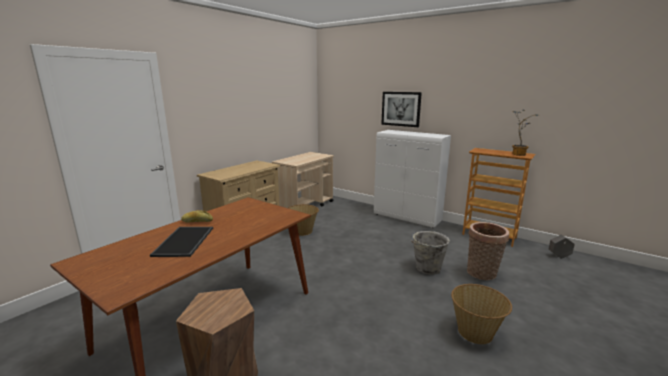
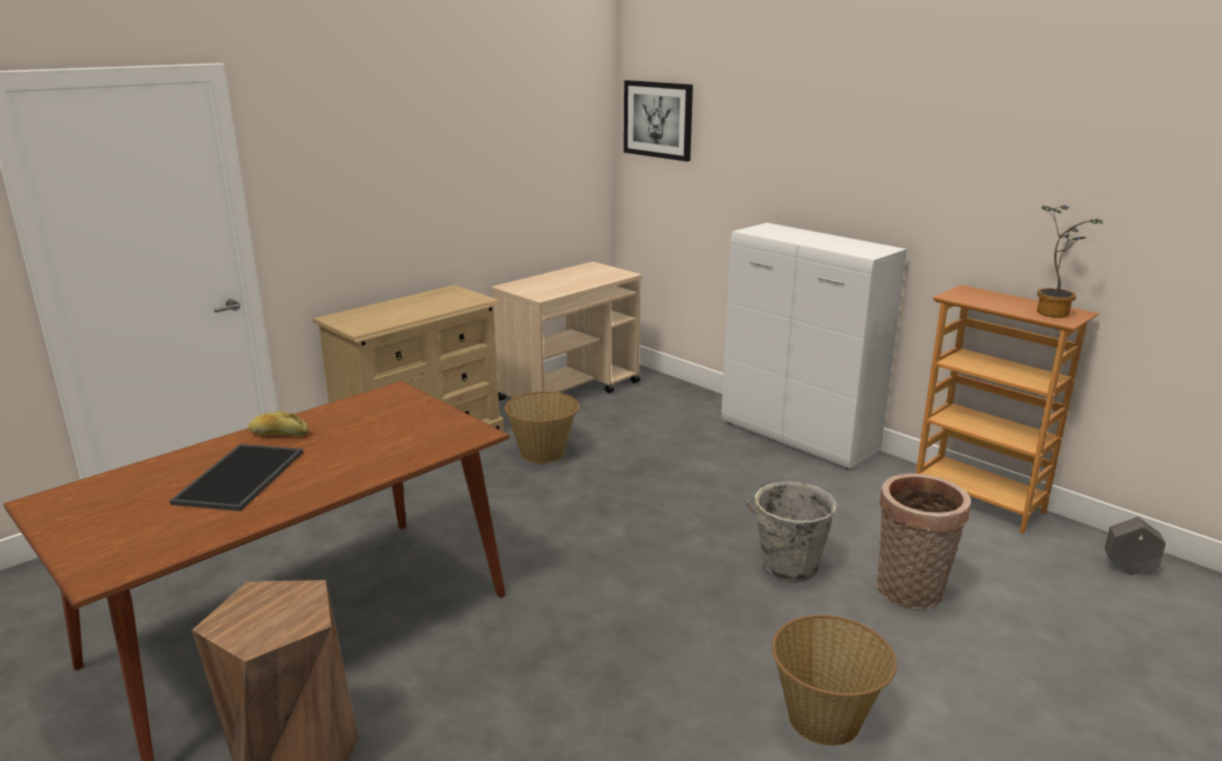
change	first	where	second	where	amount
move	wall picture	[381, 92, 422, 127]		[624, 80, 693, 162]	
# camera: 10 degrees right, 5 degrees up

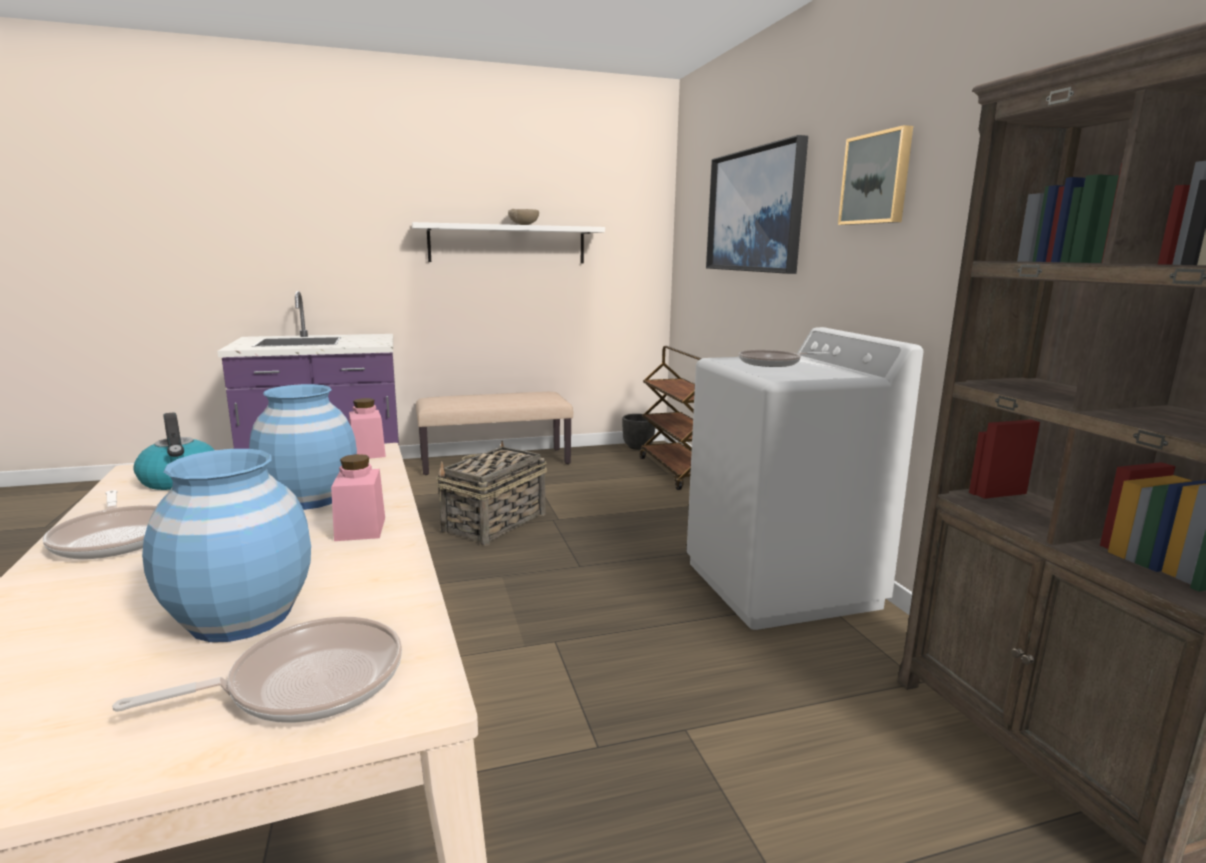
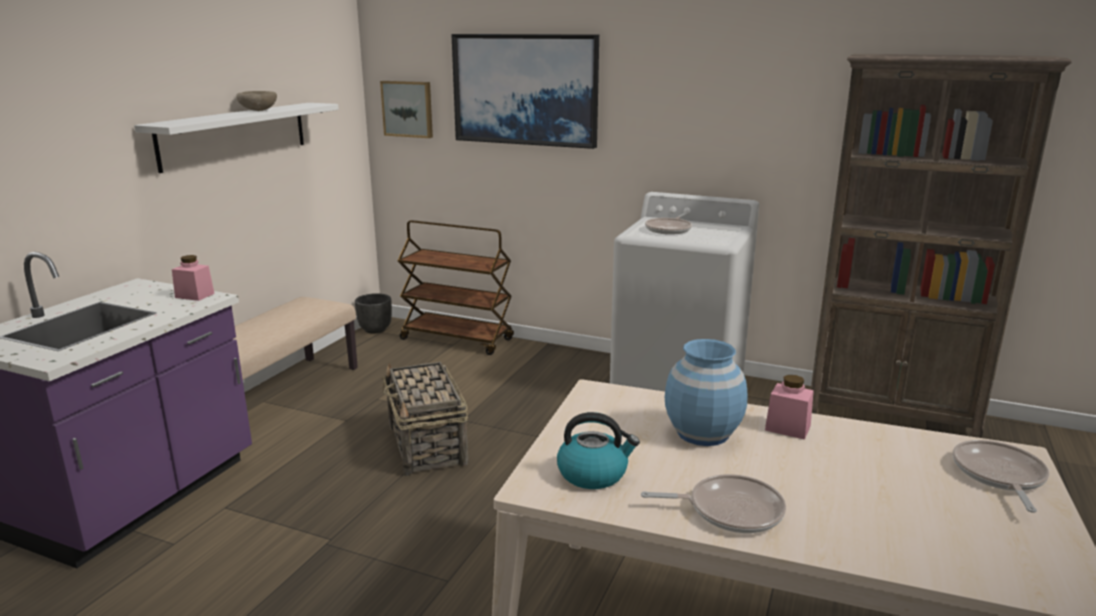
change	first	where	second	where	amount
delete	blue-coloured decorative vase	[142, 449, 311, 642]			
move	pink-coloured jar	[349, 398, 386, 459]		[172, 255, 215, 301]	
move	wall picture	[838, 125, 913, 225]		[380, 81, 433, 138]	
# camera: 50 degrees left, 5 degrees up

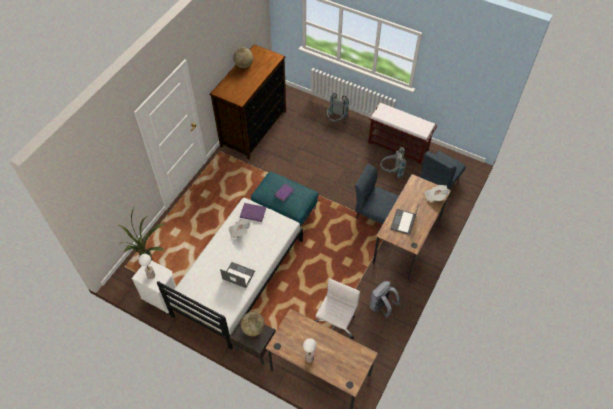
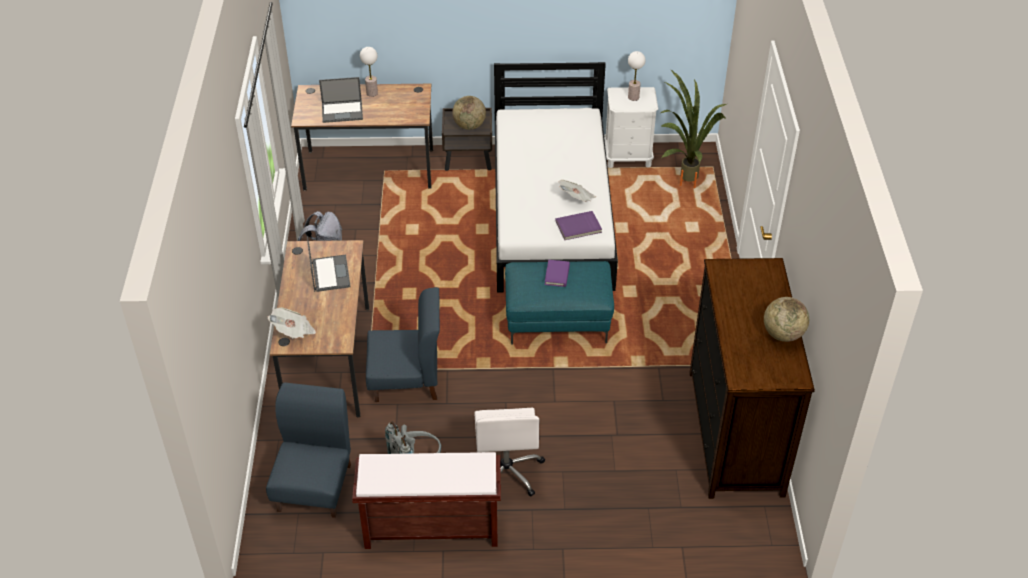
change	first	where	second	where	amount
move	portable computer	[220, 262, 255, 288]		[319, 77, 363, 123]	
move	white computer chair	[314, 278, 360, 339]		[474, 408, 545, 496]	
delete	grey backpack	[327, 93, 349, 122]			
# camera: 150 degrees right, 10 degrees down

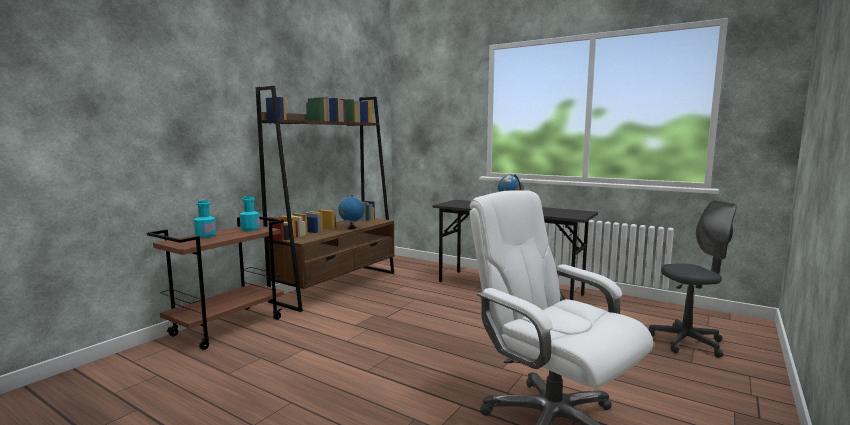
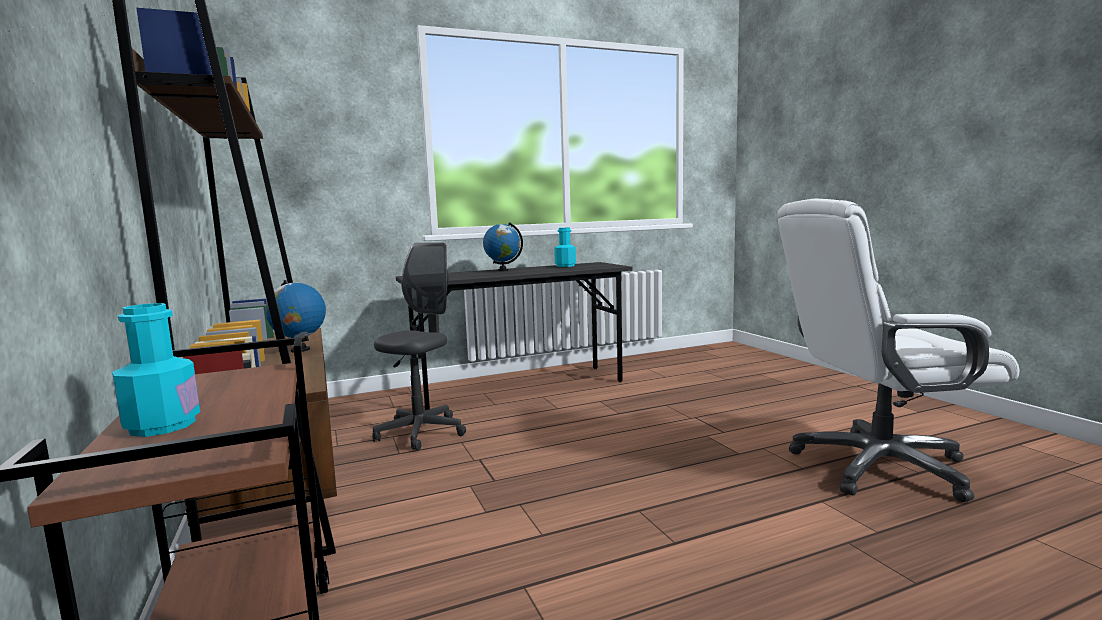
change	first	where	second	where	amount
move	turquoise-coloured beverage bottle	[240, 196, 260, 231]		[554, 228, 576, 267]	
move	grey computer chair	[649, 200, 737, 358]		[372, 243, 466, 450]	
# camera: 55 degrees left, 0 degrees up

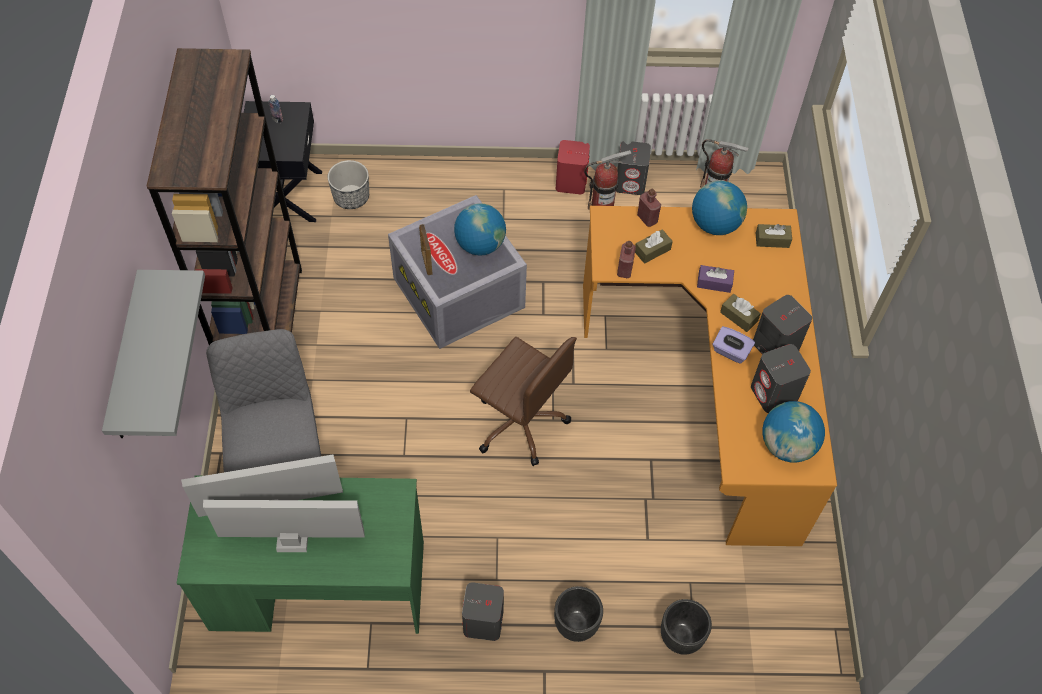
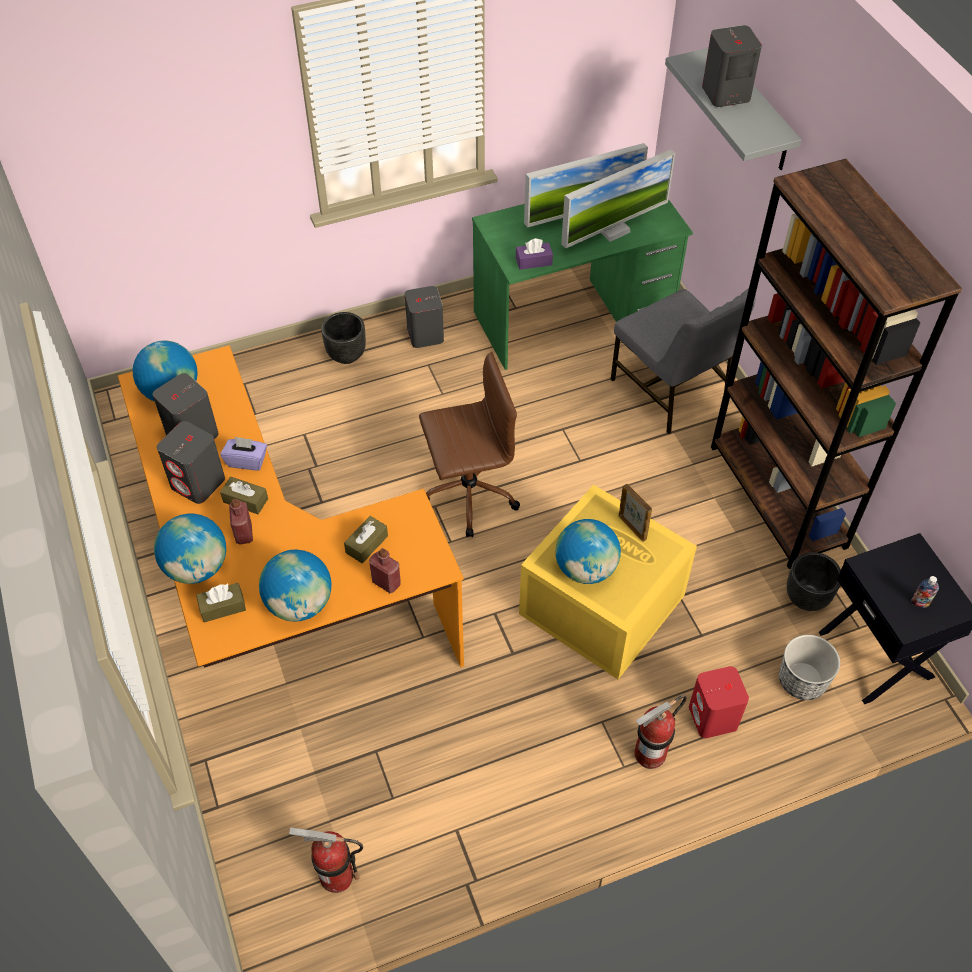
change	first	where	second	where	amount
recolor	grey storage container	[388, 195, 527, 349]	yellow storage container	[519, 485, 697, 679]	
rotate	brownish computer chair	[470, 337, 577, 466]		[419, 352, 520, 537]	150 degrees clockwise
move	reddish audio speaker	[556, 140, 590, 194]		[689, 666, 749, 738]	
move	extinguisher	[584, 150, 631, 210]		[634, 695, 687, 769]	
move	grey audio speaker	[616, 141, 651, 195]		[702, 25, 762, 107]	
move	reddish beverage bottle	[617, 241, 636, 278]		[229, 499, 253, 544]	
move	blackish planter	[661, 599, 712, 655]		[787, 552, 841, 611]	
move	purple-coloured tissue box	[697, 265, 734, 293]		[516, 238, 553, 270]	
insert			world globe	[154, 513, 226, 584]	
# camera: 160 degrees right, 5 degrees down

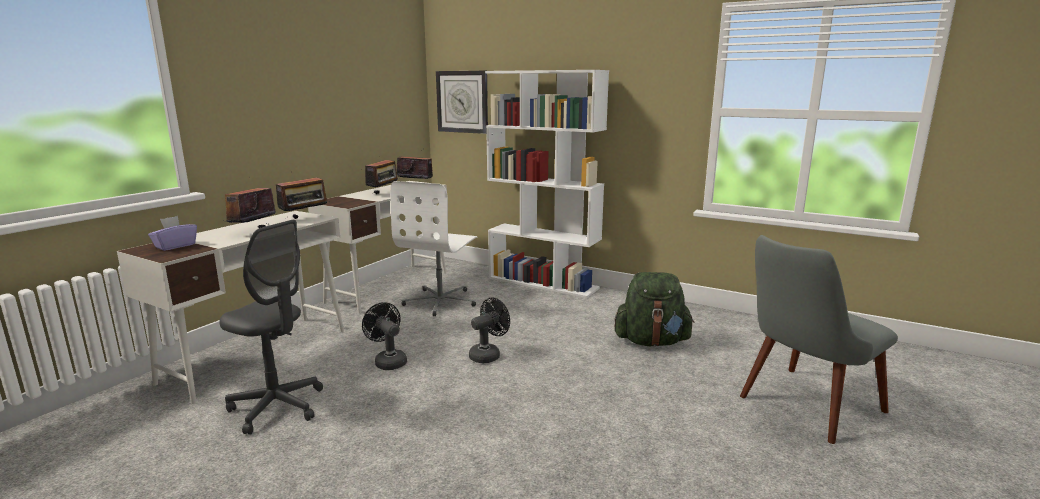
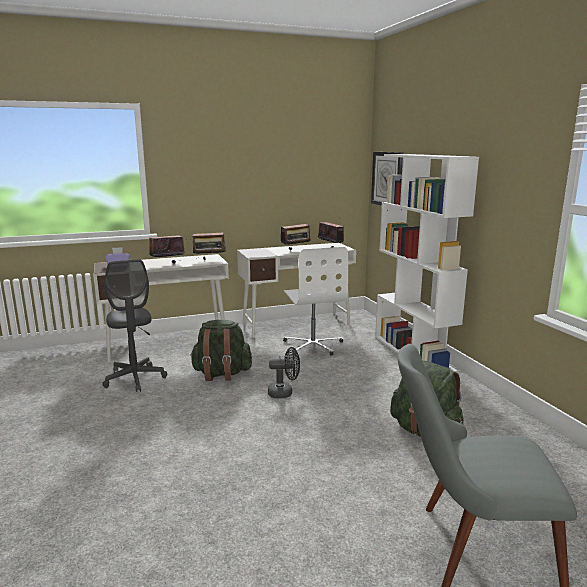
change	first	where	second	where	amount
replace	blackish electric fan	[362, 302, 407, 370]	green backpack	[190, 320, 252, 381]	
rotate	white computer chair	[390, 181, 477, 316]		[283, 247, 348, 356]	75 degrees counterclockwise
# camera: 40 degrees right, 0 degrees up

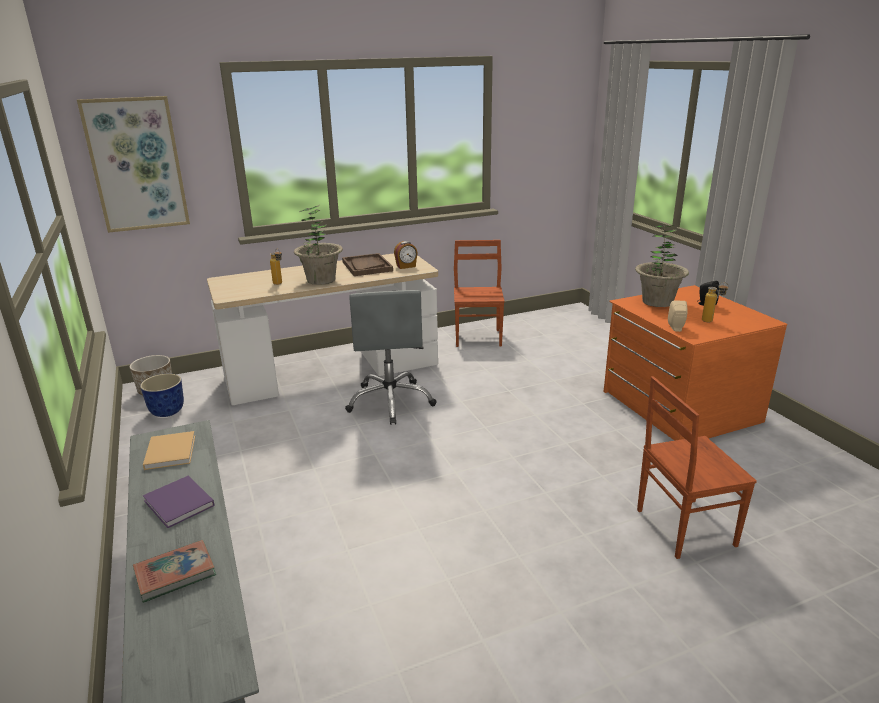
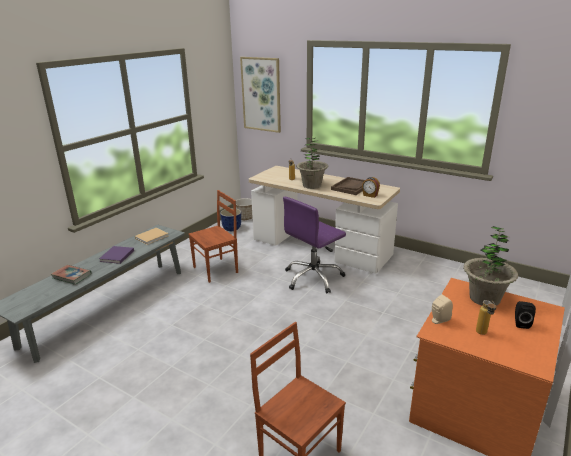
change	first	where	second	where	amount
recolor	grey computer chair	[345, 290, 437, 425]	purple-coloured computer chair	[283, 197, 346, 293]	
move	brownish chair	[454, 240, 505, 347]		[188, 190, 238, 283]	
# camera: 55 degrees right, 0 degrees up

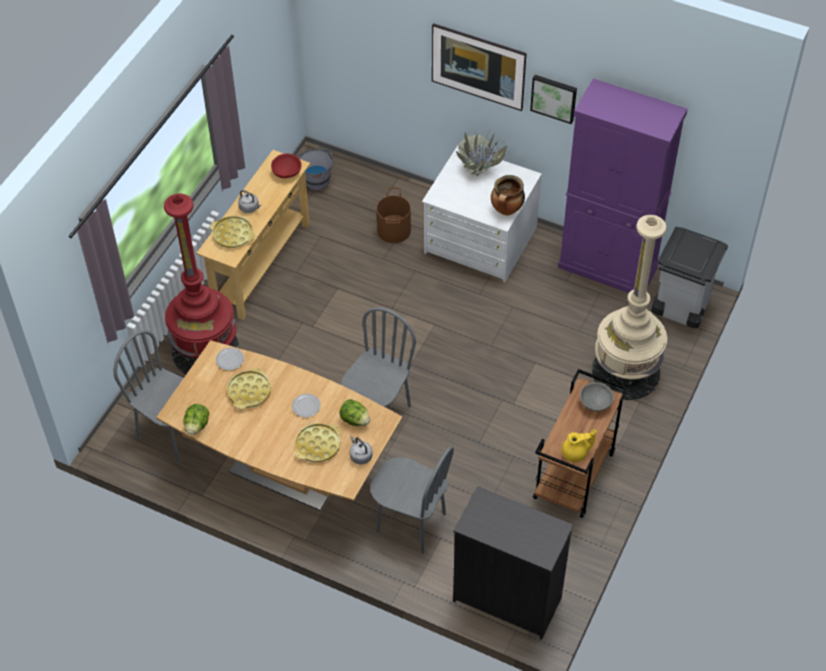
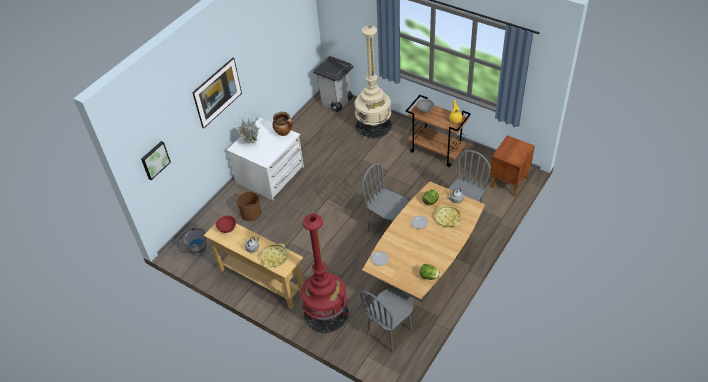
change	first	where	second	where	amount
delete	yellow serving tray	[227, 368, 271, 410]			
replace	blackish dresser	[453, 486, 574, 640]	brownish bedside table	[490, 135, 535, 197]	
move	wall picture	[530, 75, 577, 124]		[141, 141, 171, 180]	
delete	purple-coloured storage cabinet	[558, 79, 687, 293]			
# camera: 80 degrees left, 5 degrees down

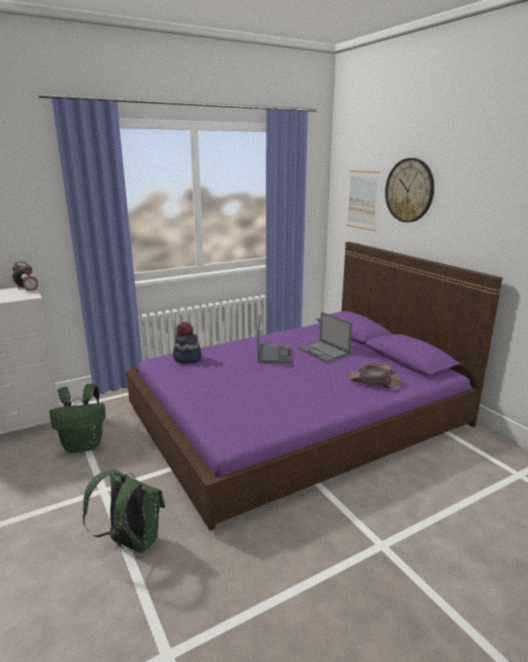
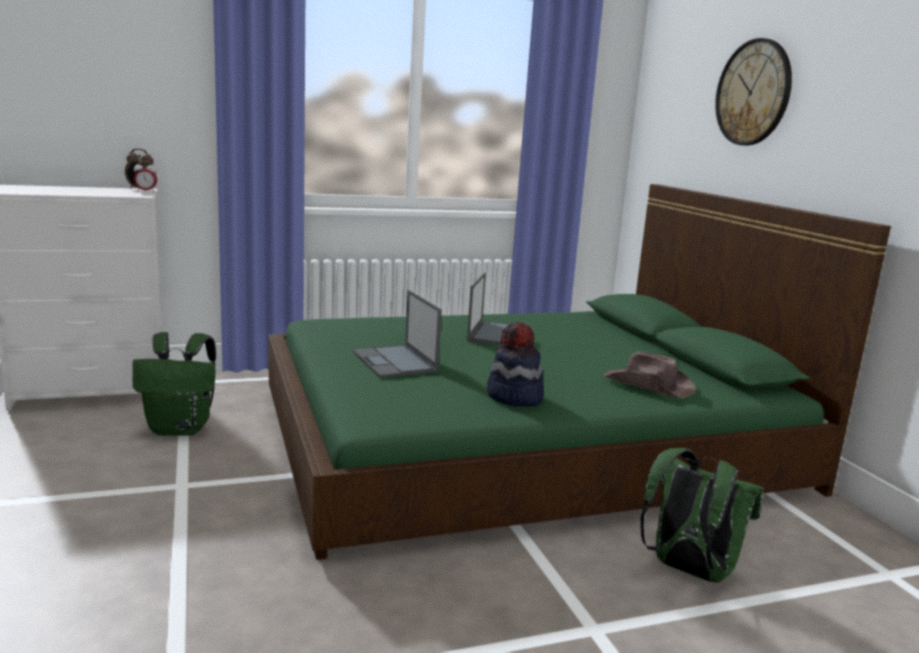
change	first	where	second	where	amount
move	green backpack	[82, 469, 165, 553]		[640, 448, 763, 583]	
recolor	purple-coloured bedroom bed	[126, 242, 503, 530]	green bedroom bed	[268, 184, 891, 560]	
move	hat	[173, 322, 202, 364]		[487, 322, 544, 407]	
move	portable computer	[298, 312, 352, 362]		[353, 290, 442, 378]	
delete	wall picture	[346, 170, 380, 231]			
# camera: 10 degrees right, 5 degrees down

